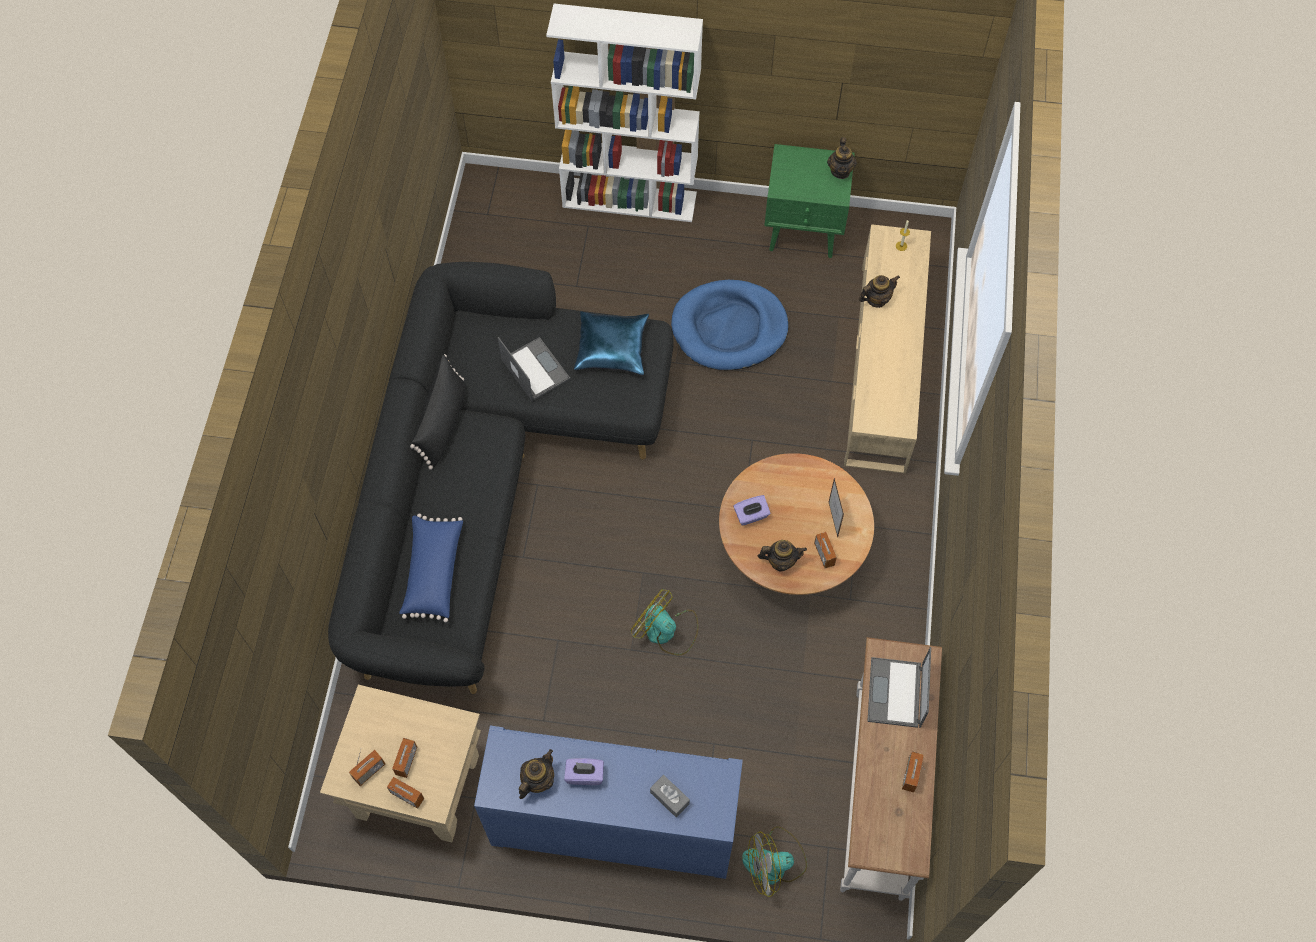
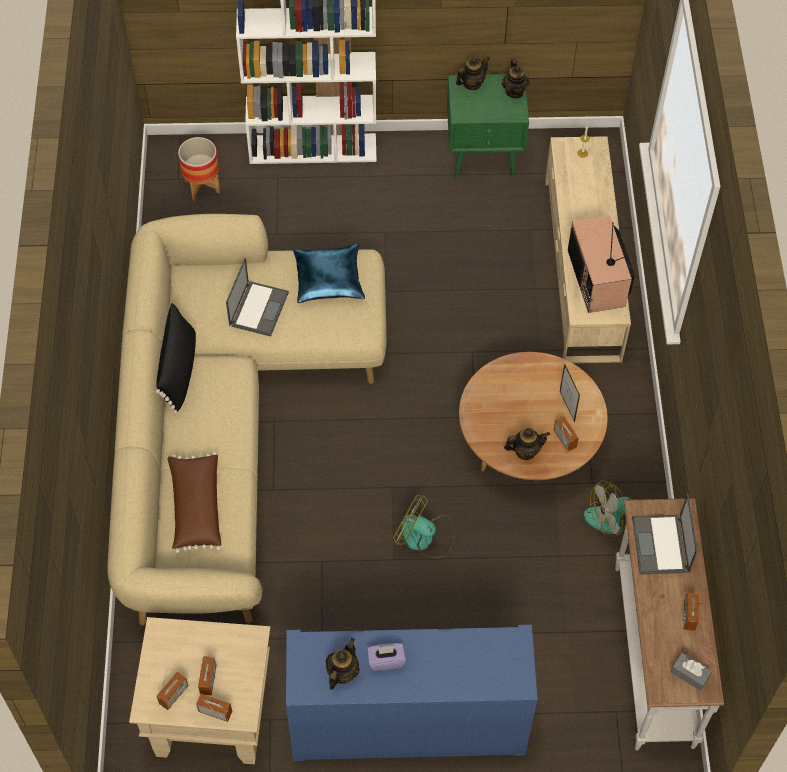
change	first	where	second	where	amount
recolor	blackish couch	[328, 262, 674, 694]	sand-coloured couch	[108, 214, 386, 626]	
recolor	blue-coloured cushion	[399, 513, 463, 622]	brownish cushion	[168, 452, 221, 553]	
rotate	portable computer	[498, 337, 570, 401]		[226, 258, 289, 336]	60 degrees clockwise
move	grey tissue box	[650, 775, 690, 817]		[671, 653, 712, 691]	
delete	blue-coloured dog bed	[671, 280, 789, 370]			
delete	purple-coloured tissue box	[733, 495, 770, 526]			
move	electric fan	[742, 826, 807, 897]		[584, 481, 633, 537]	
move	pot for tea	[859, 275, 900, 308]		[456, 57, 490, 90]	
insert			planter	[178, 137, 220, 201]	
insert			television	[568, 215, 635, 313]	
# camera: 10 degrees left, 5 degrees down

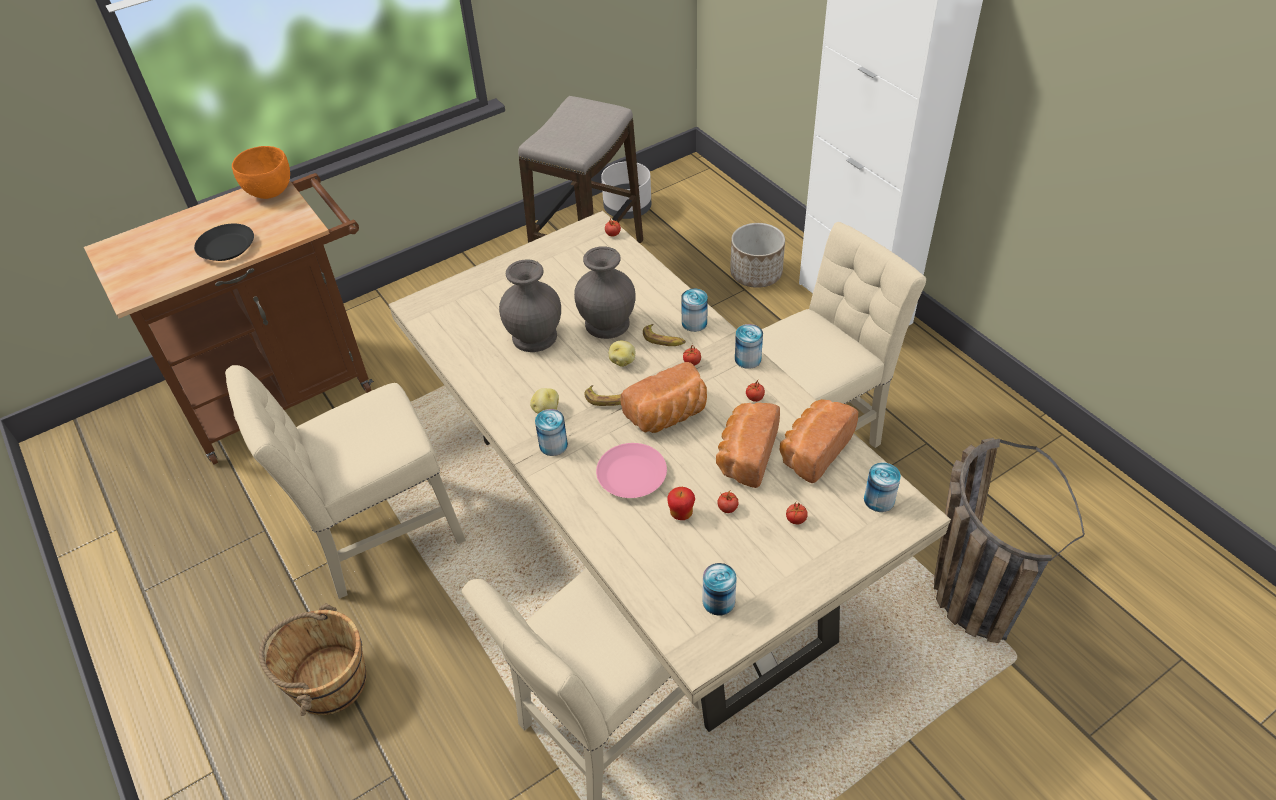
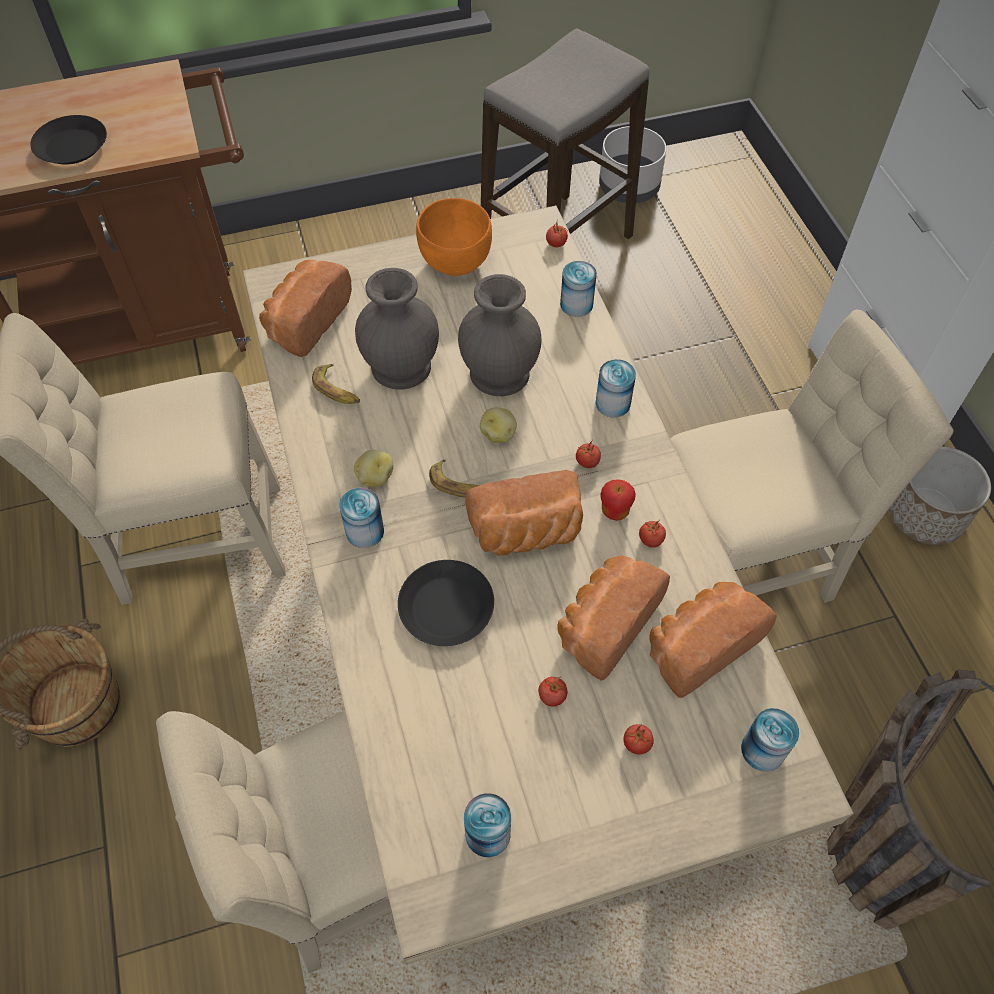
change	first	where	second	where	amount
move	orange serving bowl	[232, 146, 290, 199]		[416, 198, 492, 276]	
recolor	pink-coloured plate	[596, 443, 667, 498]	blackish plate	[398, 560, 494, 646]	
move	banana	[643, 324, 686, 346]		[312, 364, 360, 404]	
move	apple	[667, 487, 695, 520]		[601, 479, 636, 521]	
move	planter	[730, 223, 785, 288]		[889, 446, 991, 545]	
move	sealed can	[735, 324, 763, 369]		[560, 261, 597, 317]	
insert			bakery bread	[259, 260, 352, 357]	
# camera: 15 degrees right, 10 degrees up

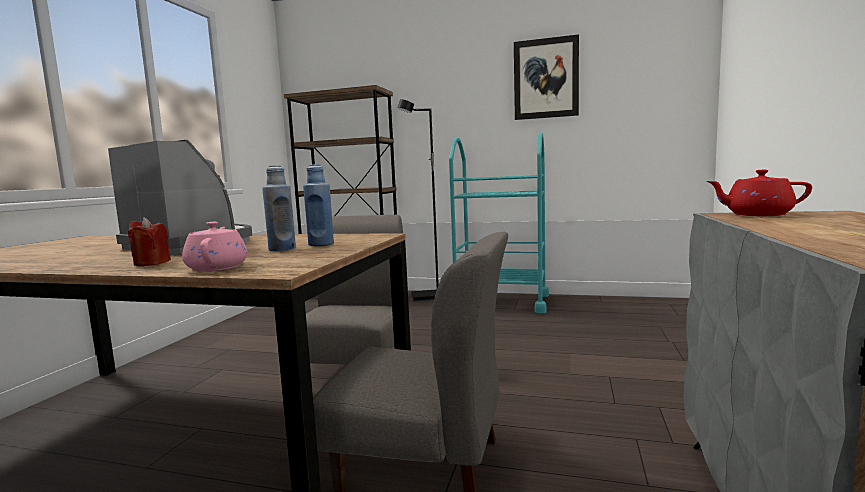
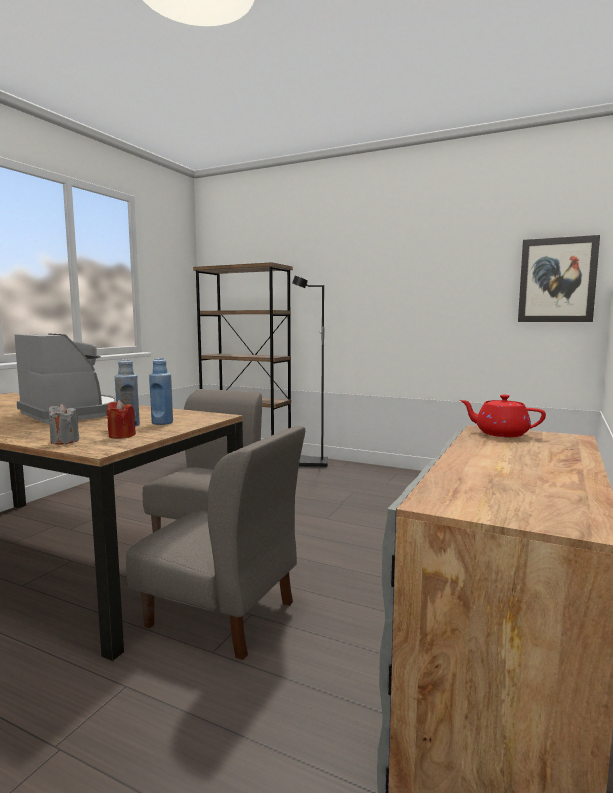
change	first	where	second	where	amount
move	reddish candle	[128, 217, 171, 266]		[107, 400, 136, 439]	
replace	pink-coloured pot for tea	[182, 222, 248, 272]	grey candle	[48, 404, 79, 444]	
delete	turquoise-coloured cart	[449, 132, 549, 314]			
move	wall picture	[514, 34, 579, 120]		[518, 235, 600, 322]	
# camera: 10 degrees right, 0 degrees up

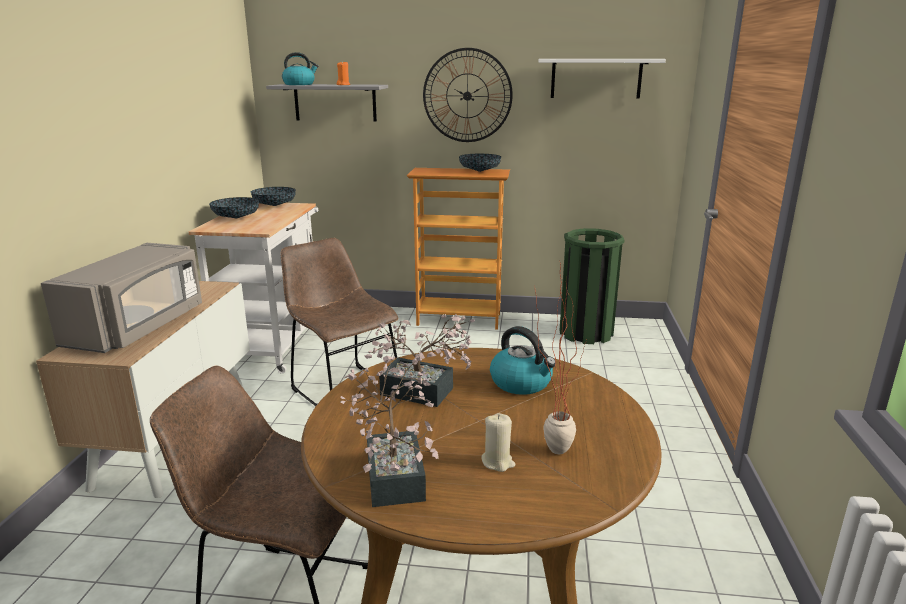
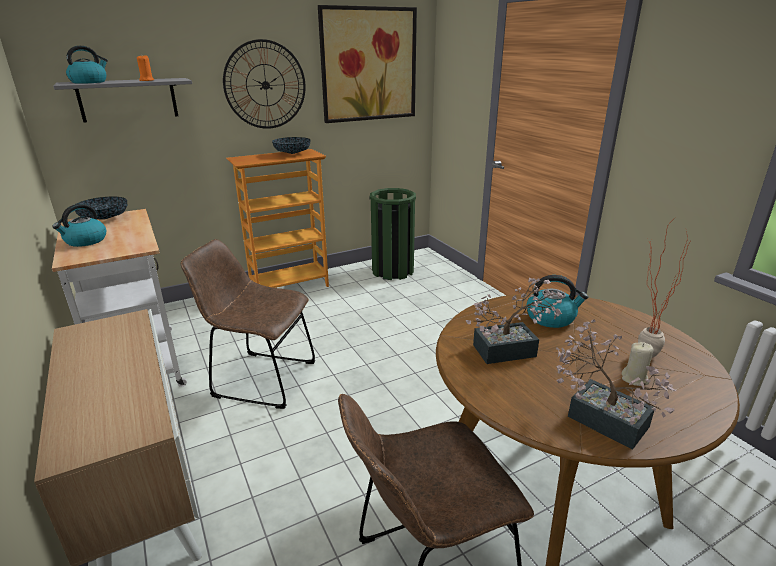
change	first	where	second	where	amount
delete	grey microwave oven	[41, 243, 202, 353]			
replace	serving bowl	[209, 197, 259, 219]	water kettle	[52, 204, 106, 247]	
replace	white wall shelf	[539, 59, 666, 99]	wall picture	[318, 5, 417, 123]	
# camera: 35 degrees left, 5 degrees up

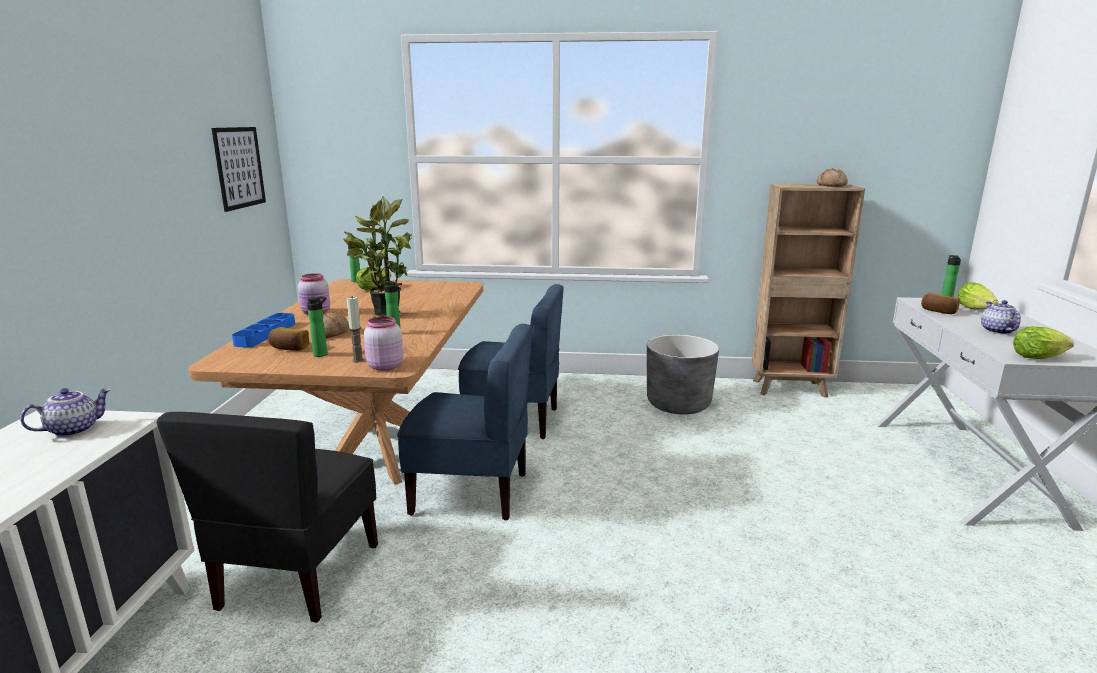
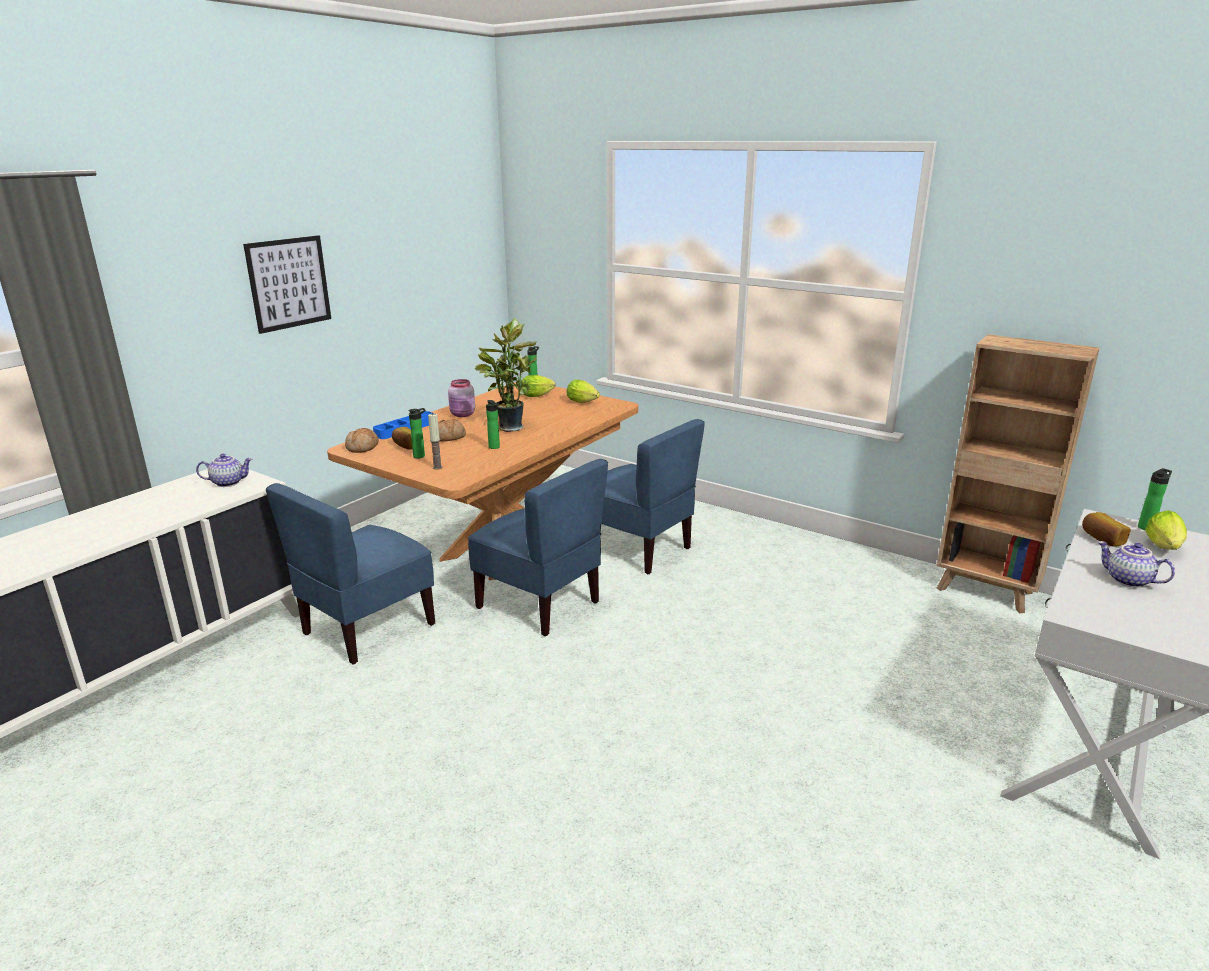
change	first	where	second	where	amount
recolor	blackish chair	[157, 412, 378, 623]	blue-coloured chair	[266, 483, 435, 664]	
move	wall picture	[211, 127, 266, 212]		[243, 235, 331, 334]	
delete	pink-coloured jar	[364, 316, 403, 371]			
delete	grey planter	[647, 335, 719, 414]			
move	bakery bread	[817, 169, 848, 187]		[345, 428, 379, 453]	
rotate	pot for tea	[981, 300, 1021, 334]		[1098, 541, 1175, 588]	75 degrees counterclockwise
move	head of lettuce	[1013, 326, 1074, 359]		[567, 380, 600, 403]	
# camera: 30 degrees right, 5 degrees up

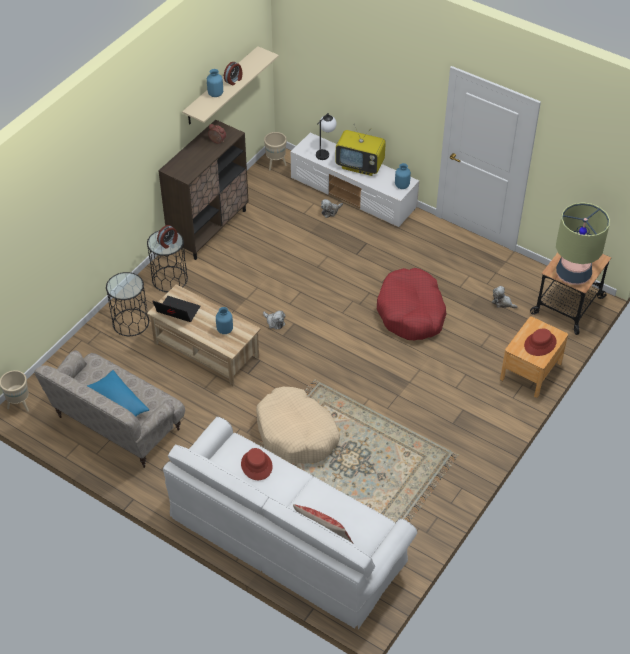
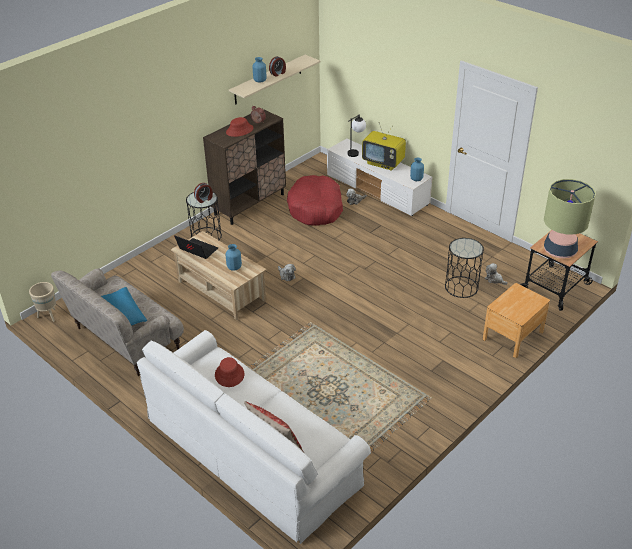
change	first	where	second	where	amount
move	blackish accent table	[106, 272, 149, 336]		[445, 238, 484, 298]	
delete	sand-coloured dog bed	[256, 387, 340, 464]			
delete	sand-coloured planter	[264, 132, 287, 170]			
move	reddish dog bed	[377, 268, 447, 340]		[287, 175, 343, 226]	
move	reddish hat	[524, 328, 557, 356]		[226, 117, 253, 137]	
# camera: 10 degrees right, 10 degrees down

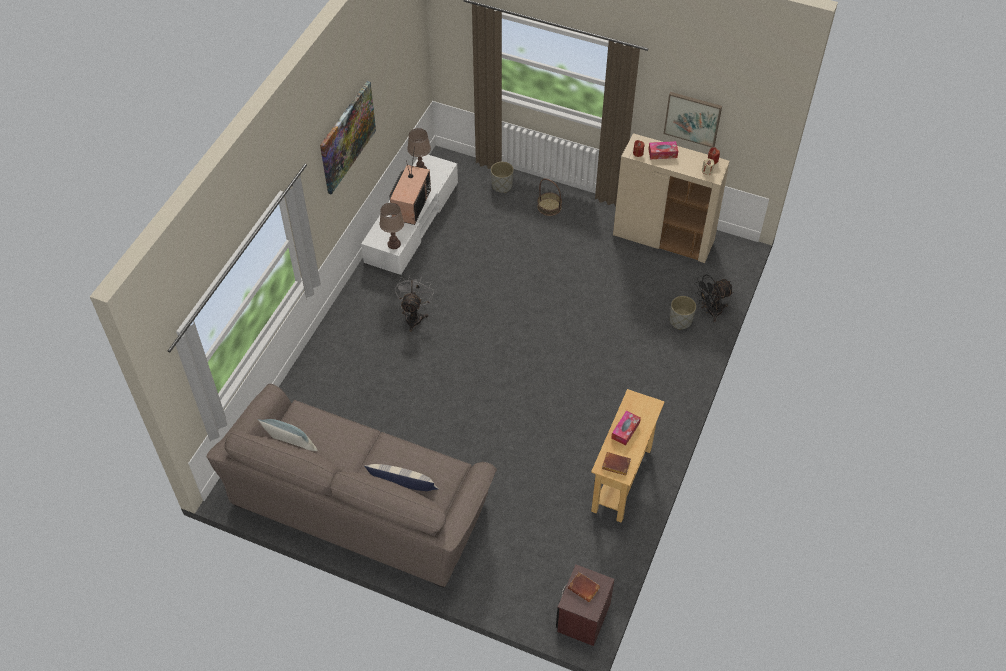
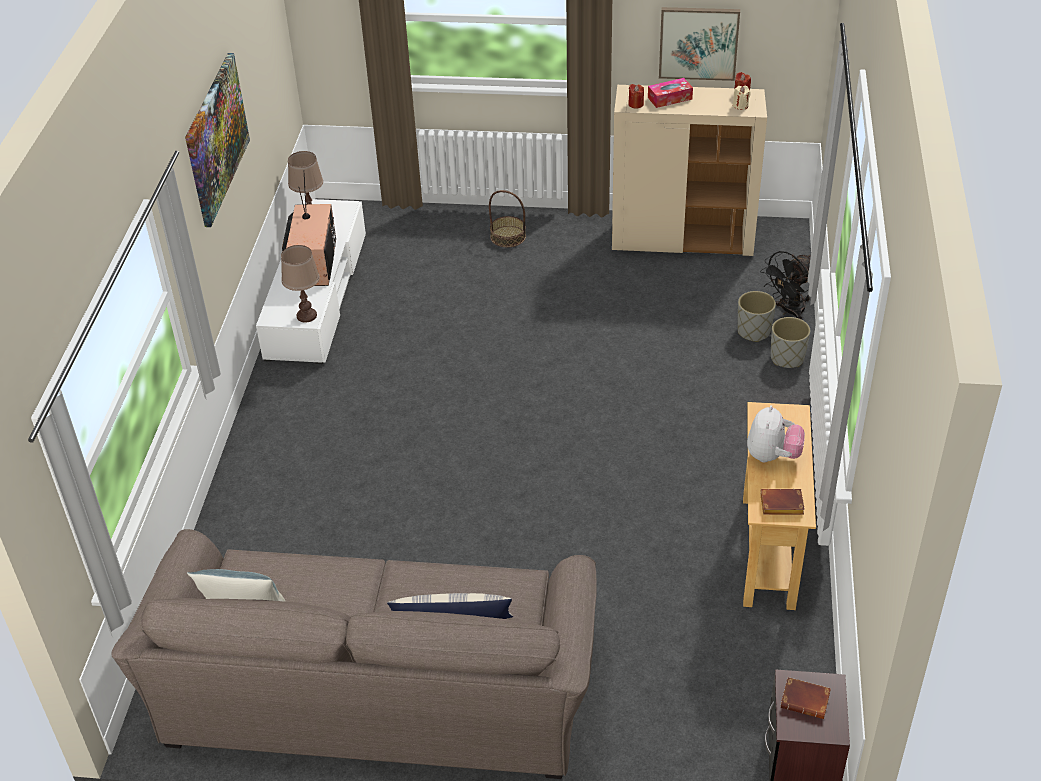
change	first	where	second	where	amount
delete	grey electric fan	[395, 274, 434, 332]			
move	grey planter	[491, 162, 514, 193]		[771, 317, 810, 368]	
replace	tissue box	[611, 411, 641, 446]	cuddly toy	[747, 405, 805, 462]	
# camera: 15 degrees left, 10 degrees down

